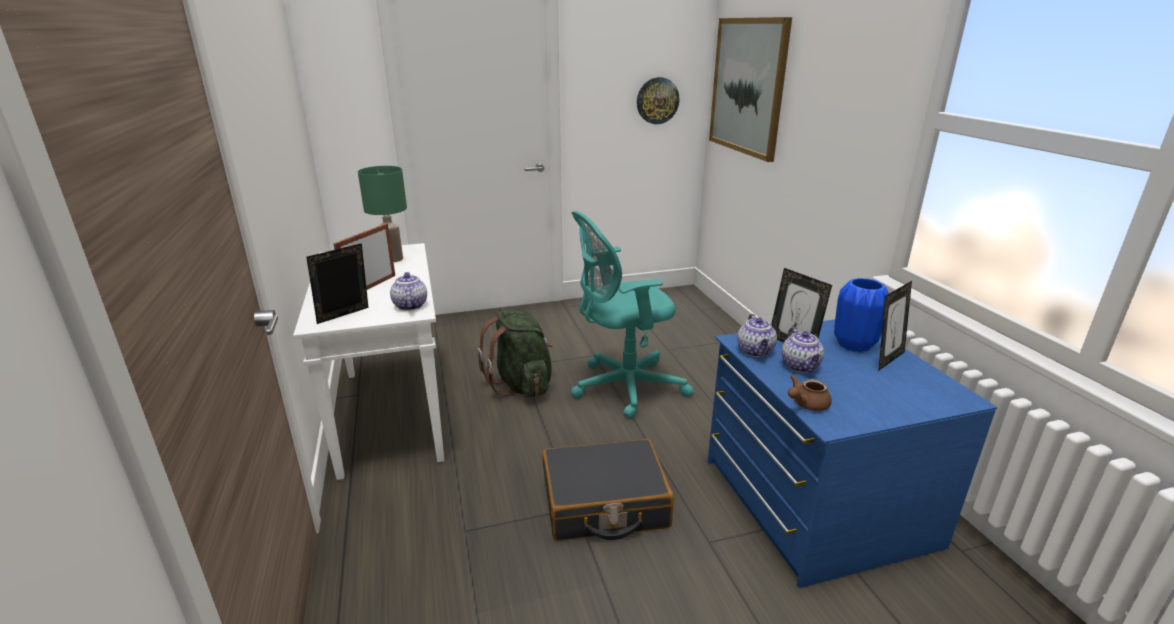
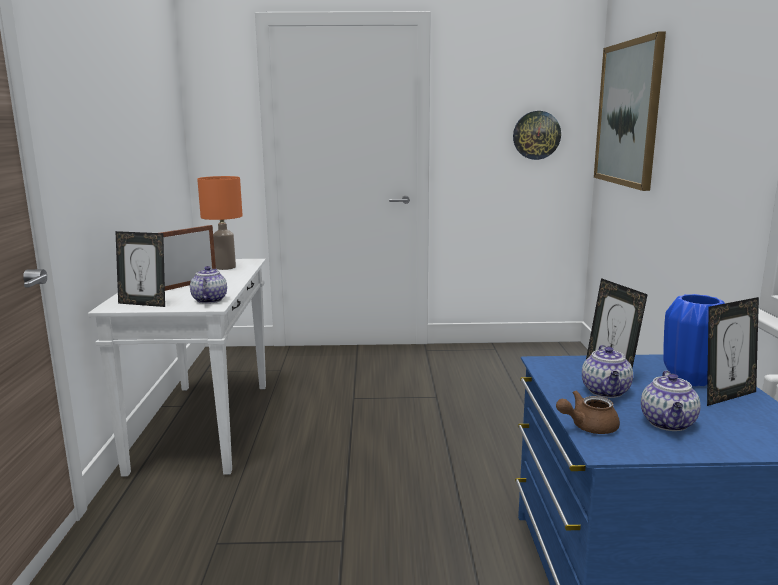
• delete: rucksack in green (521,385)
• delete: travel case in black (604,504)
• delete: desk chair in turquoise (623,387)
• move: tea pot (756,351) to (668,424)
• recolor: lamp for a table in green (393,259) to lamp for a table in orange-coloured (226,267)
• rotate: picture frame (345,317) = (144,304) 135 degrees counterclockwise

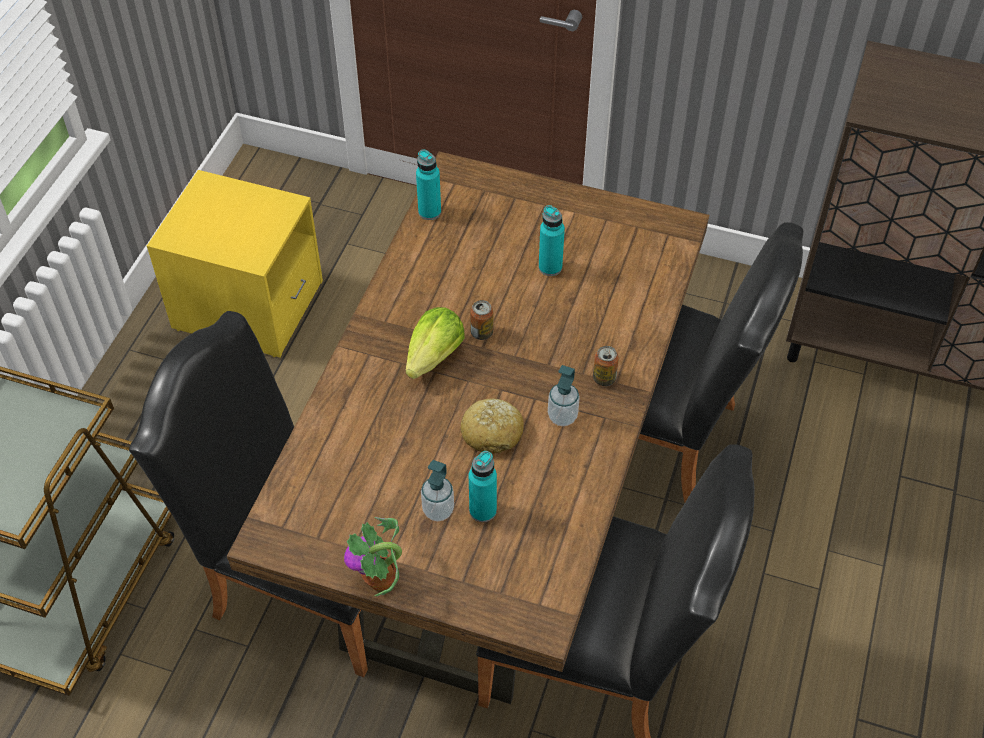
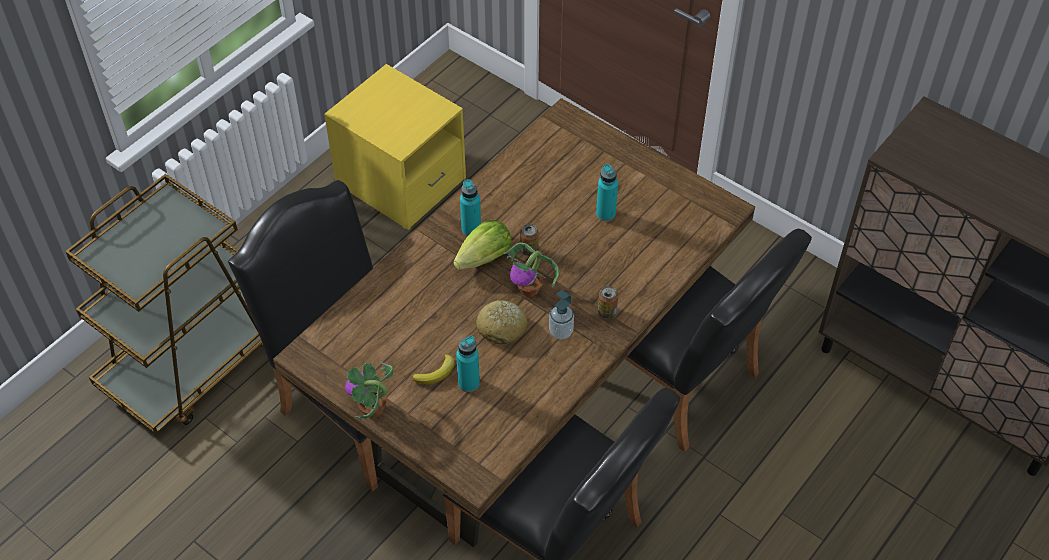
• insert: houseplant (530,289)
• move: bottle in turquoise (429,212) to (471,229)
• replace: soap bottle (438,510) to banana fruit (436,373)

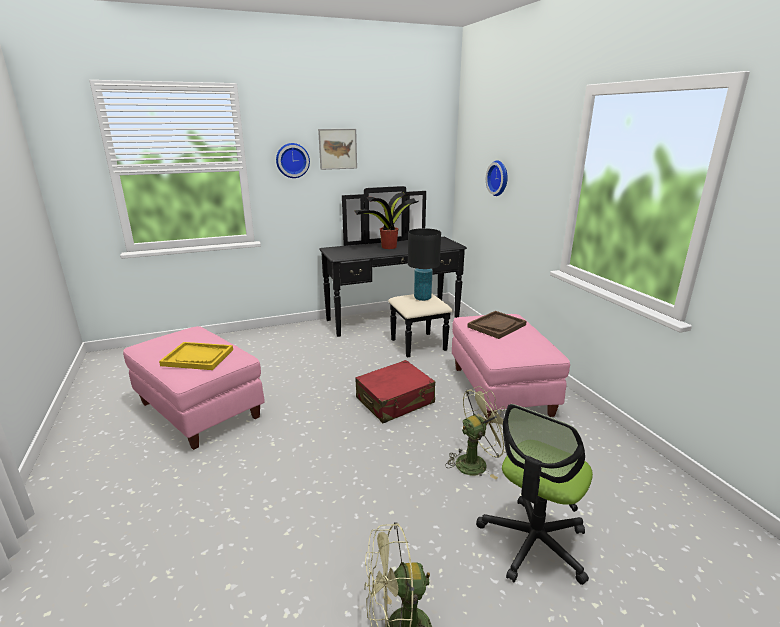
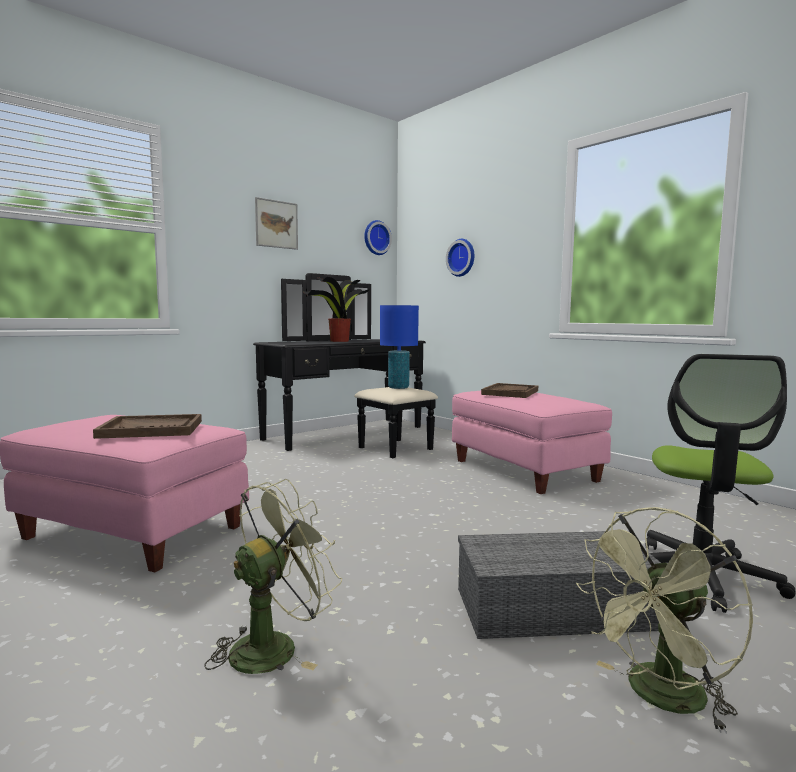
• delete: travel case in red-coloured (395,401)
• insert: storage bin in gray (552,609)
• move: clock on the wall (292,160) to (376,238)
• move: cooling fan in green (476,462) to (274,645)
• recolor: carrying tray in yellowish (198,357) to carrying tray in brown-coloured (152,429)
• recolor: lamp for a table in black (422,298) to lamp for a table in blue-coloured (398,387)

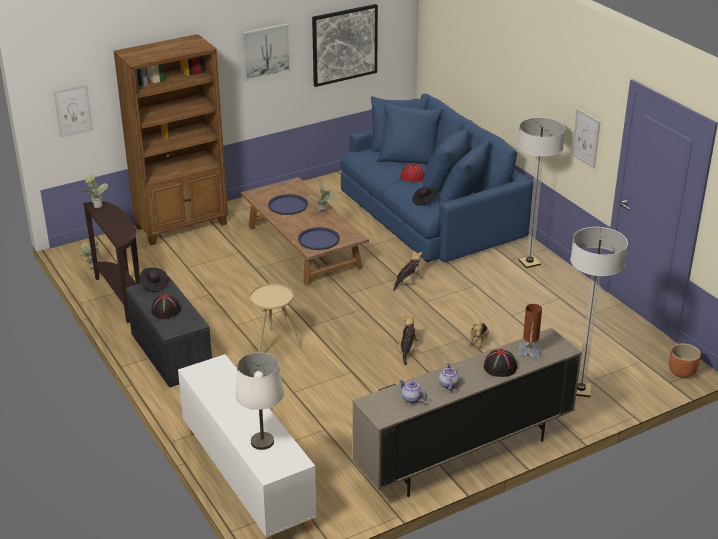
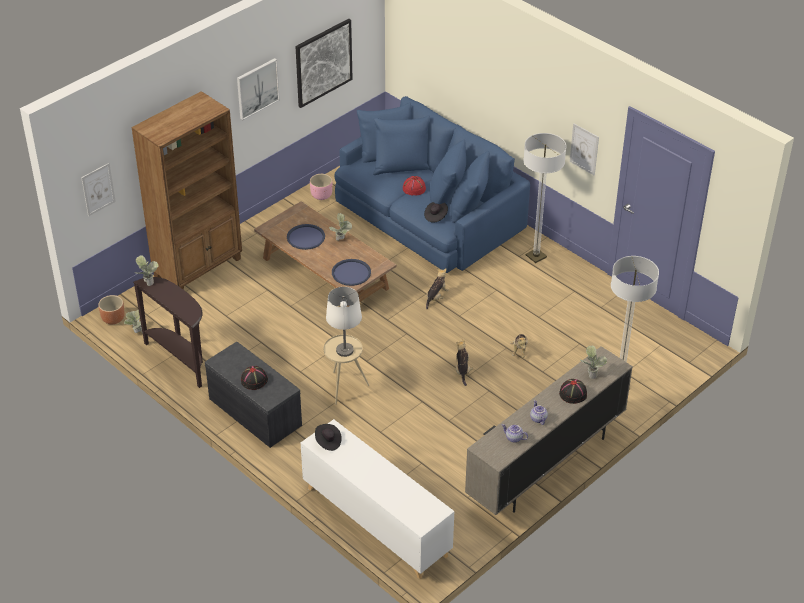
• insert: plant pot in pinkish (321,196)
• move: hat in black (154,285) to (328,442)
• move: lamp for a table in white-coloured (262,442) to (344,350)
• move: plant pot in brown-coloured (681,372) to (113,319)
• replace: lamp for a table in brown-coloured (529,351) to houseplant (591,373)

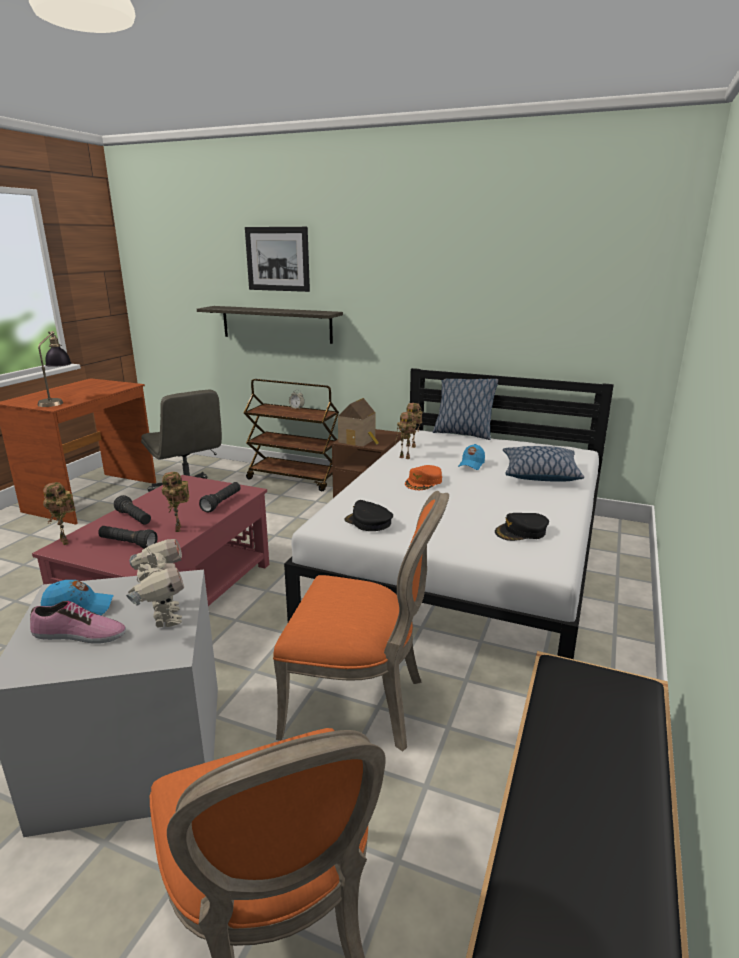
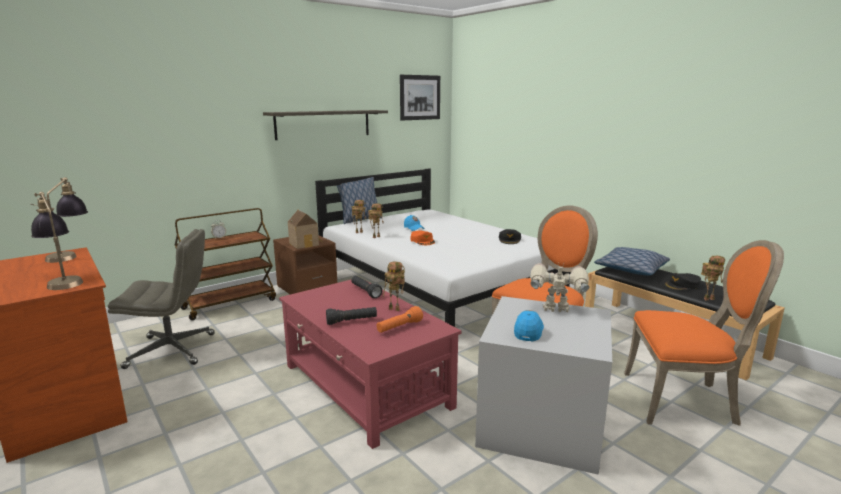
• delete: shoe (79,635)
• insert: lamp for a table (71,255)
• move: robot figure (66,542) to (708,298)
• move: bracket shelf (276,324) to (323,124)
• move: wall art (277,259) to (420,97)
• move: baseball cap in black (368,522) to (682,285)
• move: cushion (539,474) to (631,269)
• recolor: torch in black (128,544) to torch in orange-coloured (399,327)

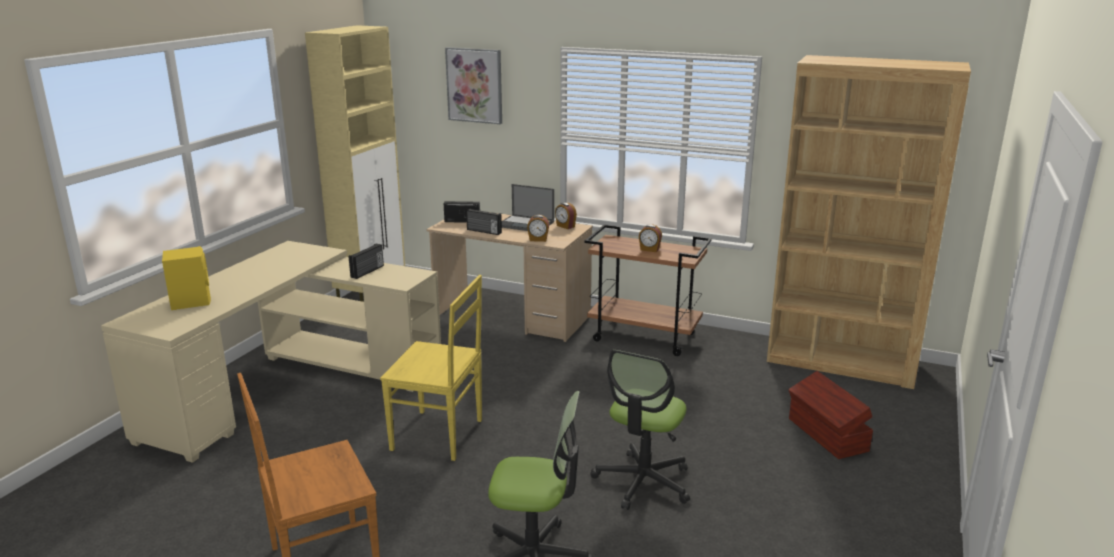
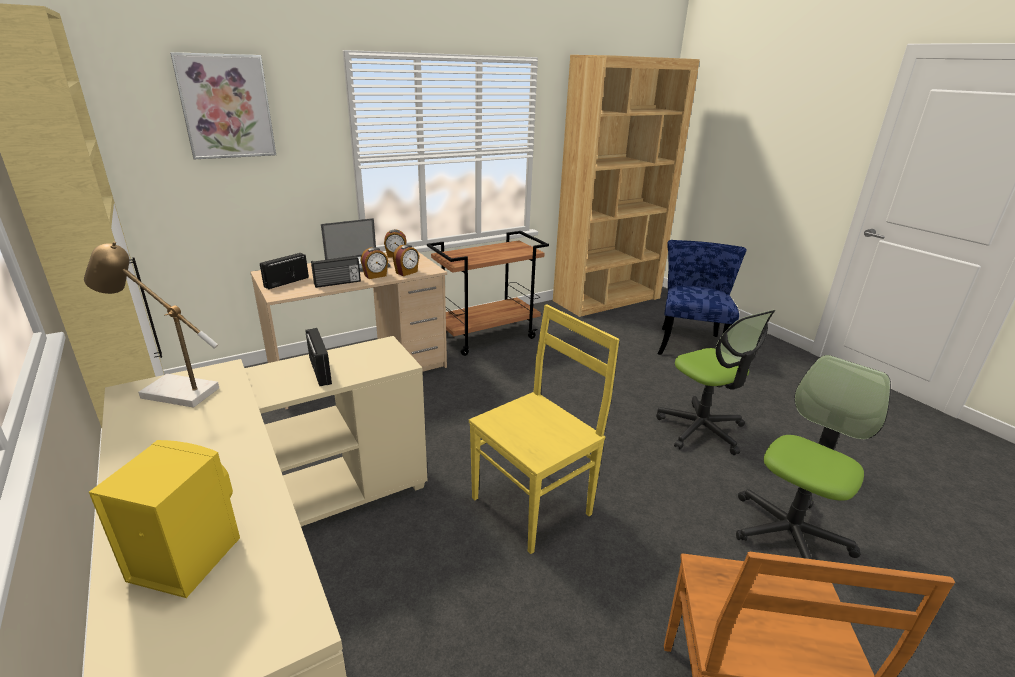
• insert: lamp for a table (171,392)
• move: table clock (649,249) to (375,276)
• replace: storage bin in brown-coloured (827,435) to chair in blue-coloured (690,342)

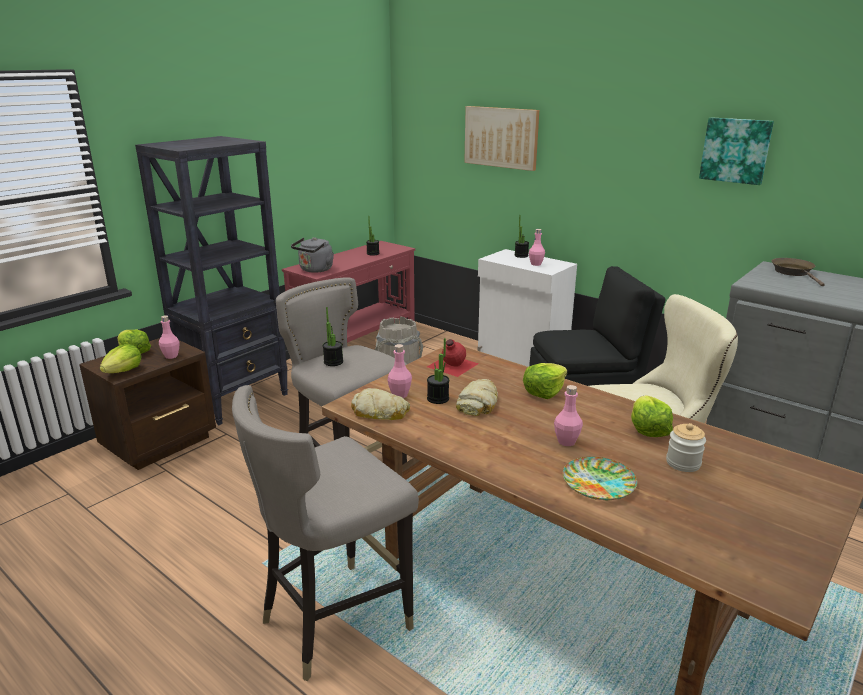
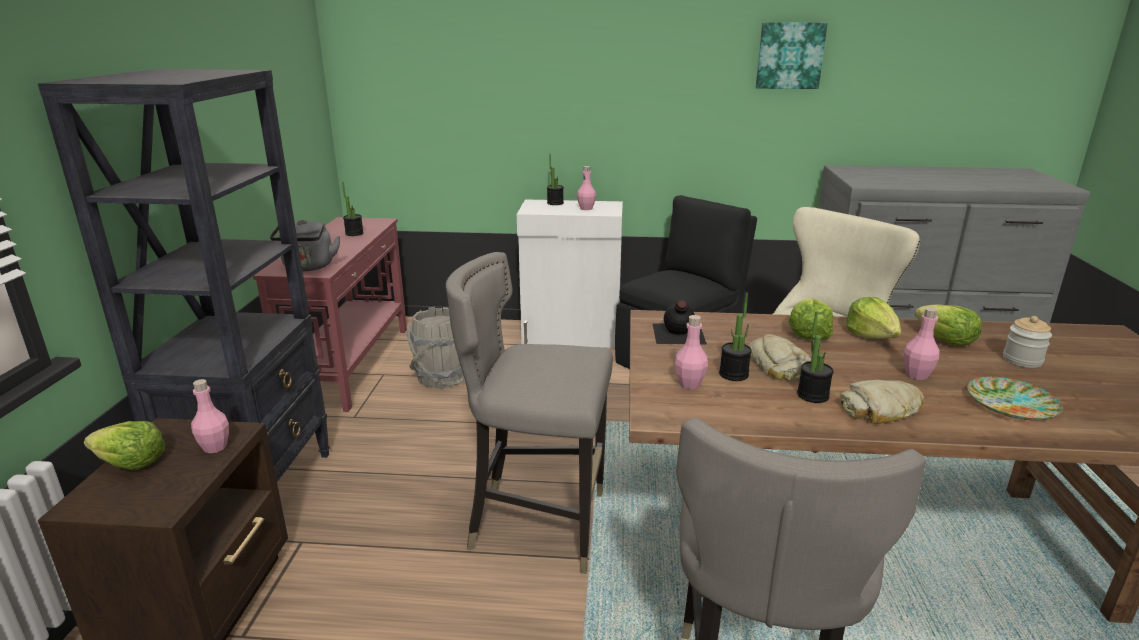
• delete: wall art (501,137)
• delete: frying pan in brown-coloured (794,272)
• move: lettuce (123,371) to (871,335)
• move: houseplant (333,362) to (812,395)
• move: bakery bread (380,412) to (881,410)
• recolor: bottle in red-coloured (451,365) to bottle in black (677,333)

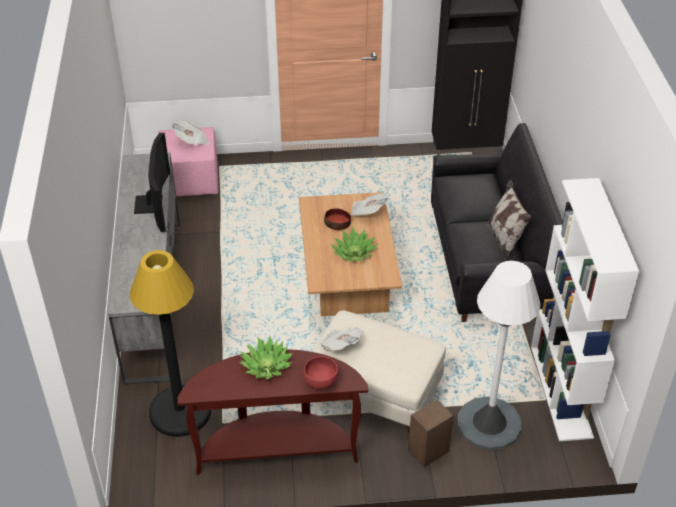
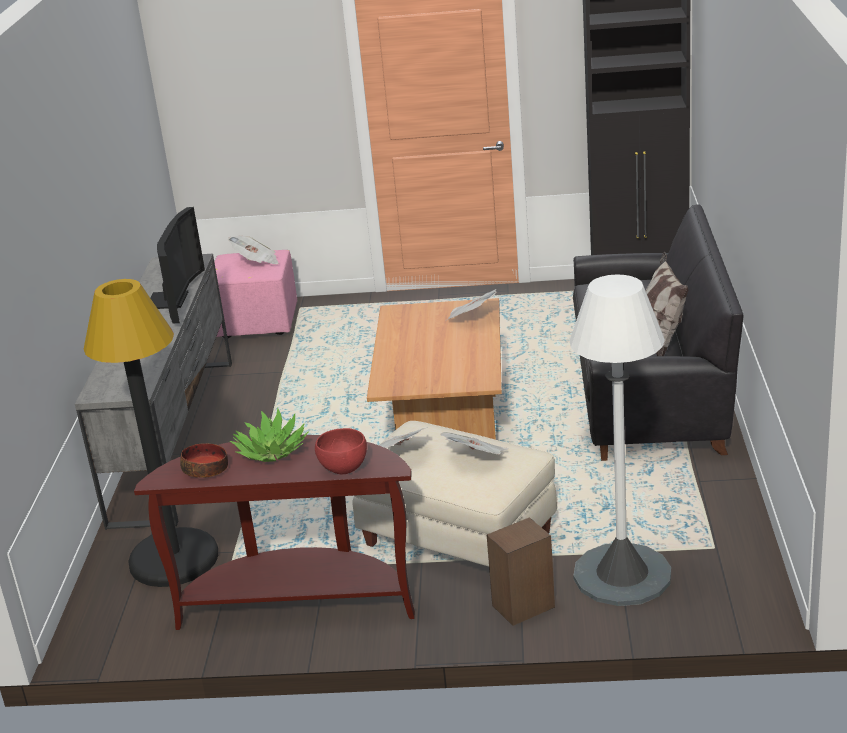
• delete: houseplant (354,252)
• delete: bookcase in white-coloured (561,391)
• insert: daily paper (477,458)
• move: bowl (337,224) to (206,470)

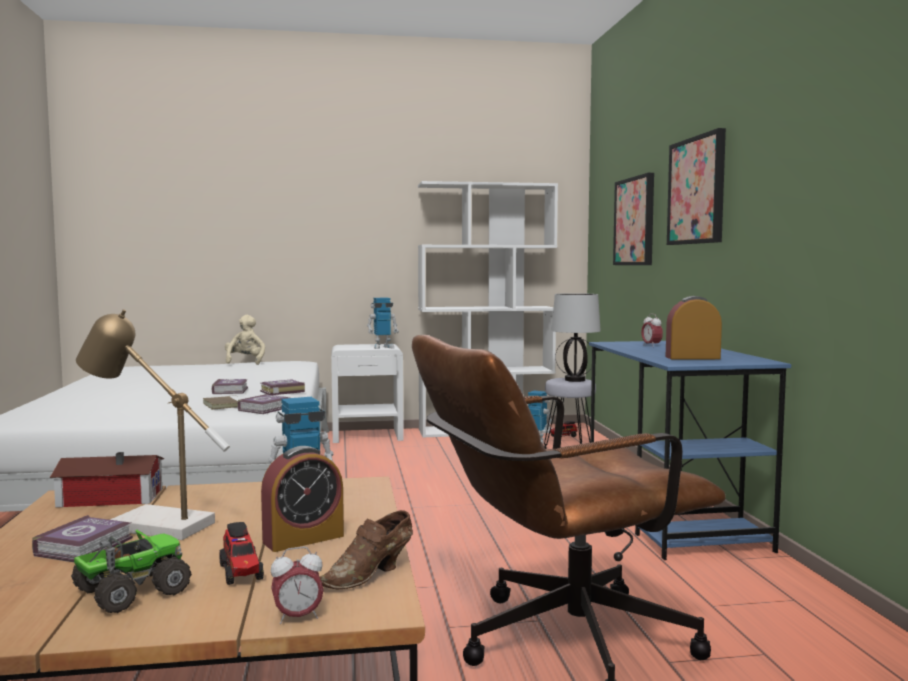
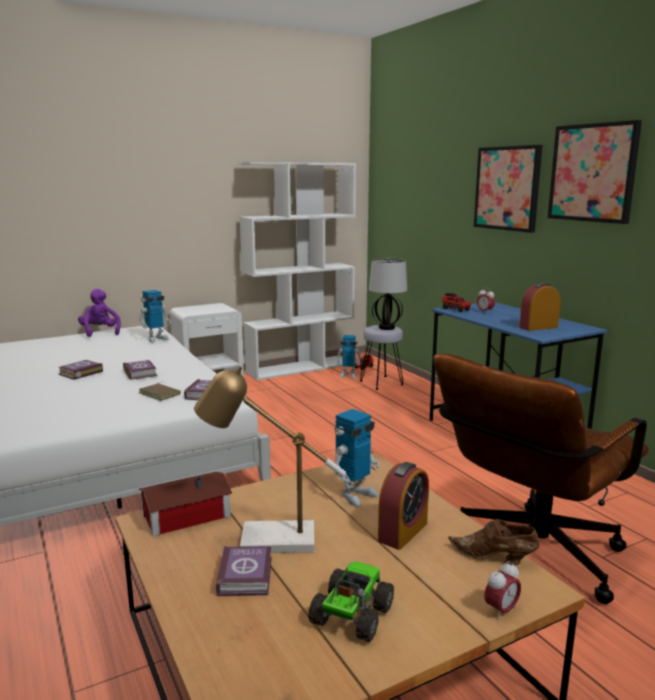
• move: toy truck (241,573) to (456,310)
• move: volume (281,391) to (79,373)
• move: robot figure (383,347) to (156,339)
• move: wall art (635,221) to (593,173)
• recolor: plush toy in sand-coloured (245,362) to plush toy in purple (100,332)
• rotate: shoe in brown-coloured (371,575) = (494,558) 90 degrees clockwise

